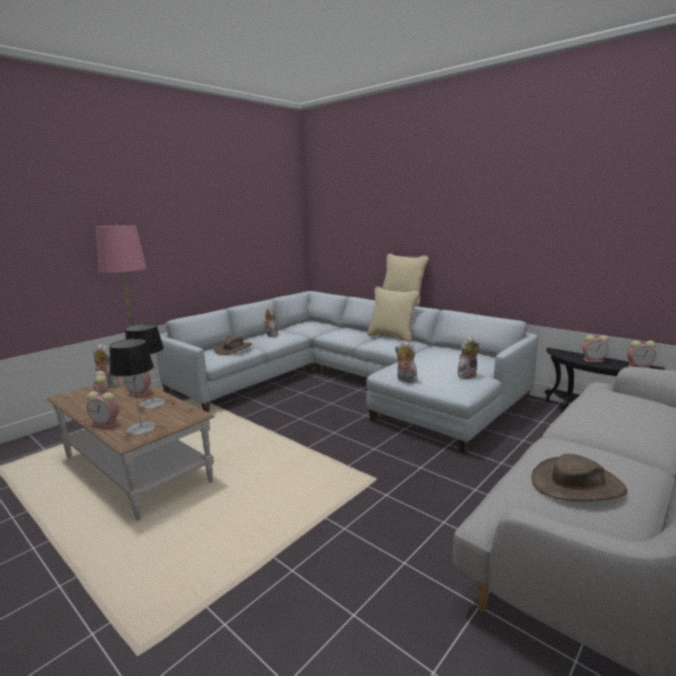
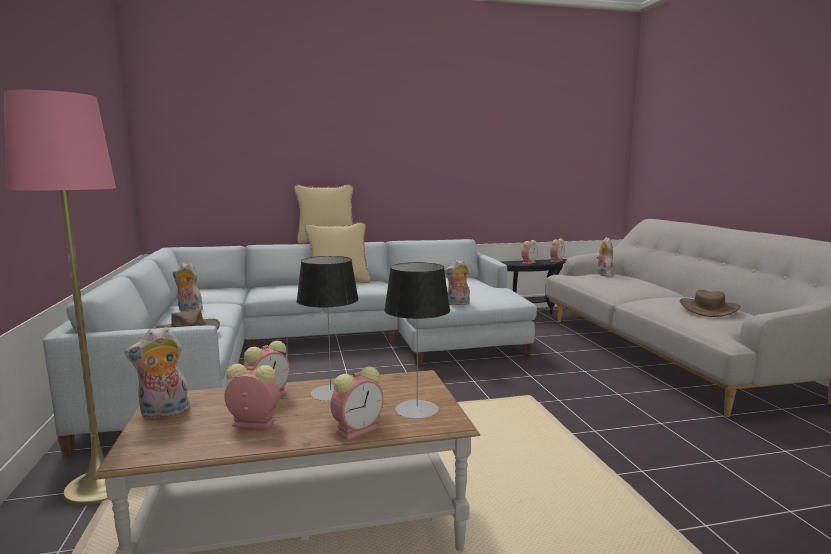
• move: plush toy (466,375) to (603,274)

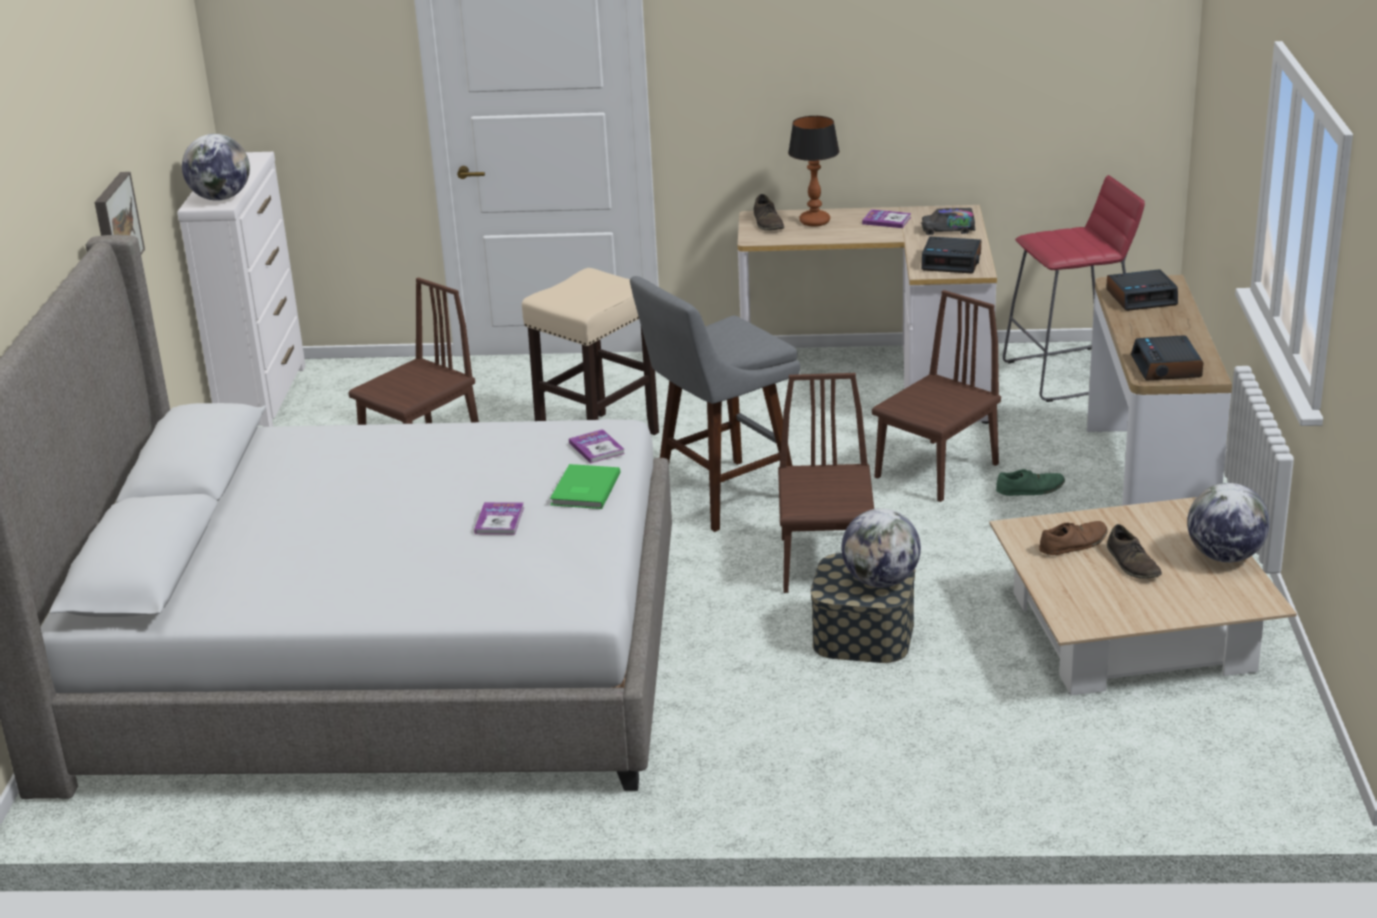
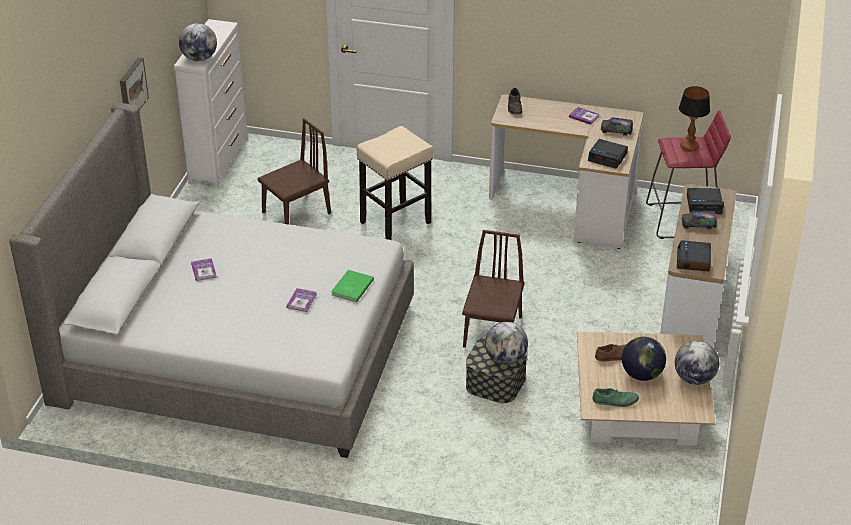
• delete: stool seat in gray (720,497)
• delete: chair in brown-coloured (936,471)
• insert: toy truck (698,224)
• move: volume (596,448) to (204,270)
• move: lamp for a table (814,222) to (689,147)
• move: shoe in green (1030,489) to (615,401)
• replace: shoe in brown-coloured (1132,564) to globe (642,374)

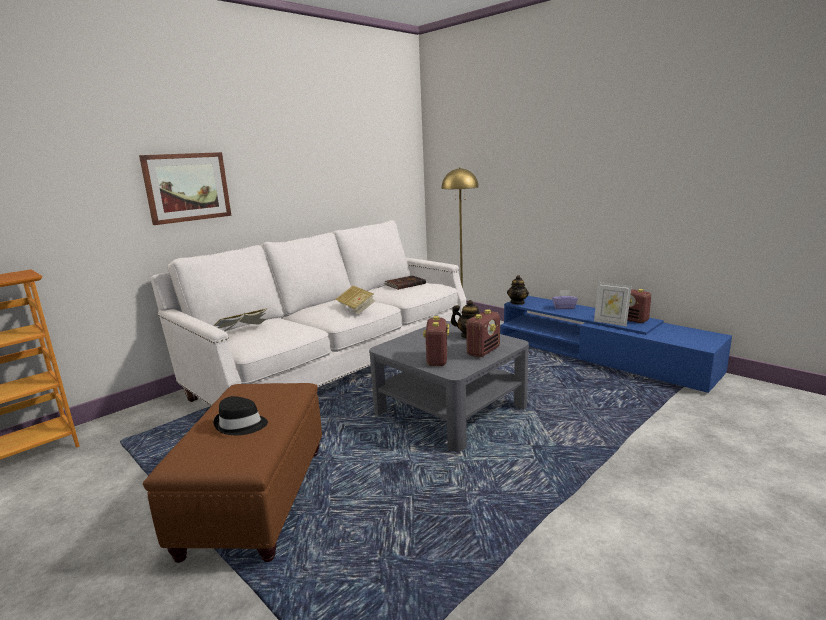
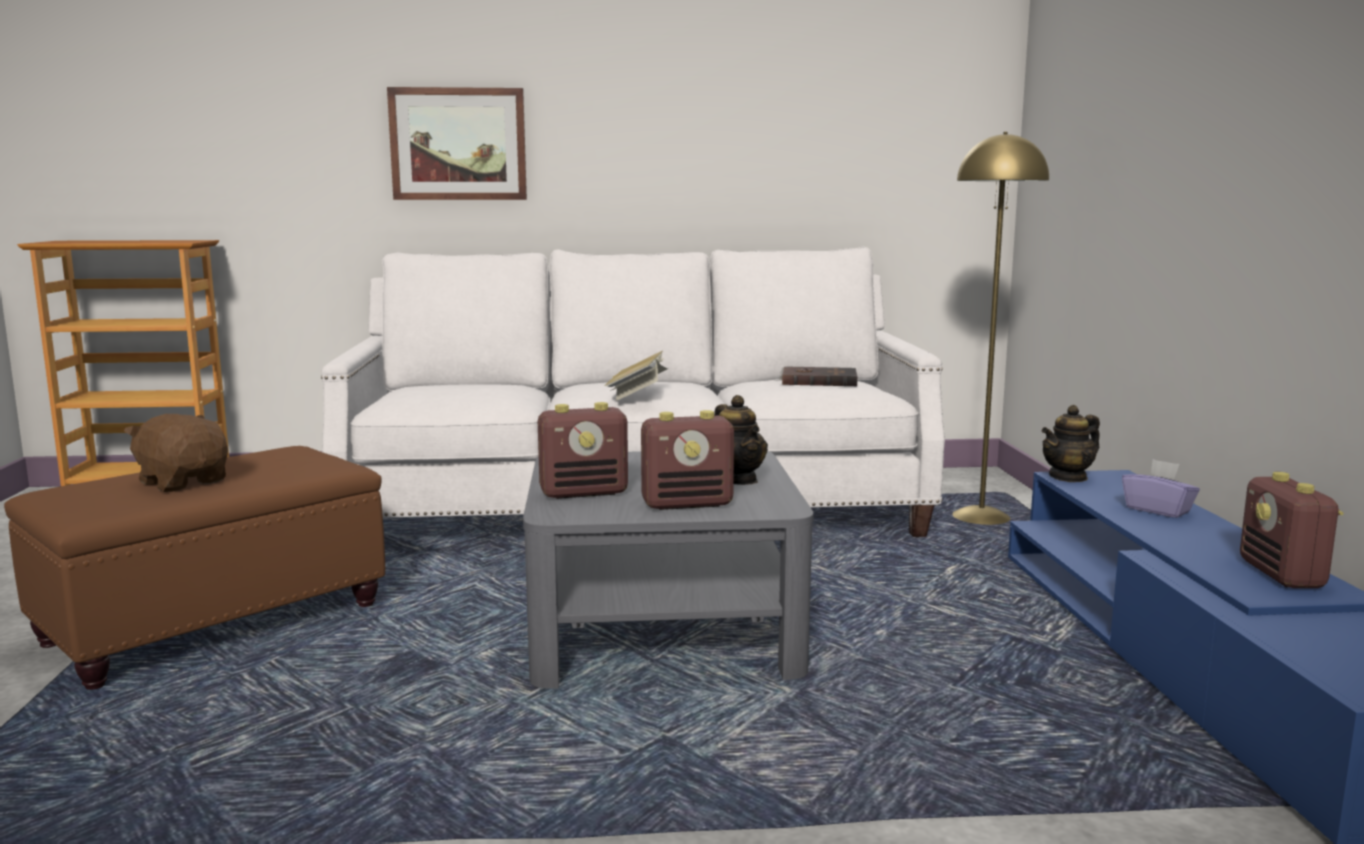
• delete: volume (243,331)
• delete: picture frame (610,322)
• replace: hat in black (241,425) to plush toy in brown-coloured (184,482)
• rotate: radio (437,360) = (584,493) 150 degrees counterclockwise

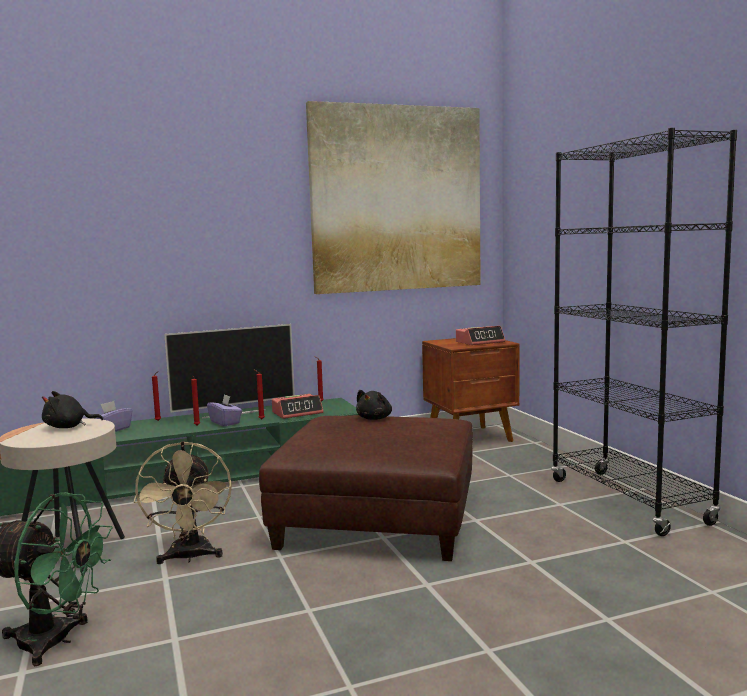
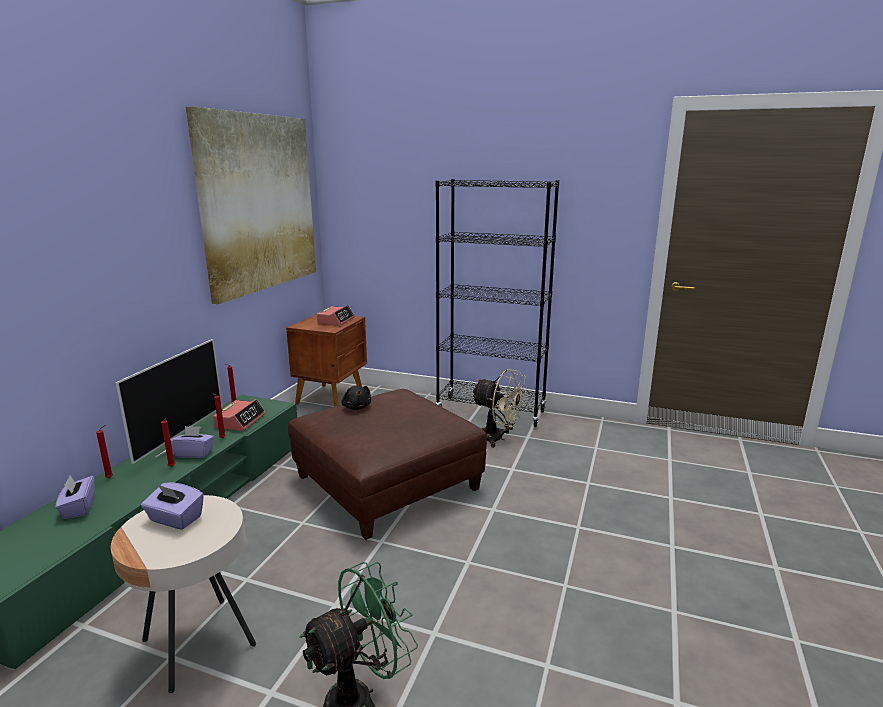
• move: cooling fan in sand-coloured (190,557) to (497,438)
• replace: plush toy in black (68,427) to tissue holder in purple (175,519)

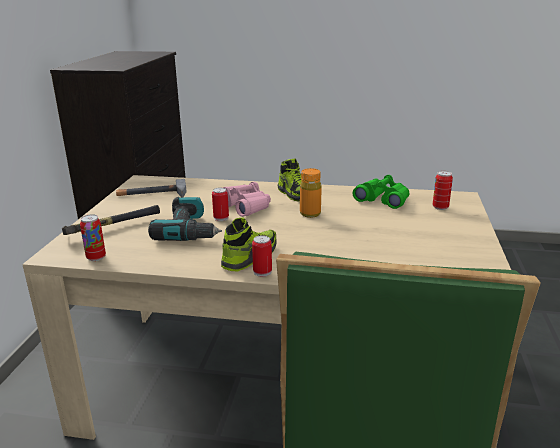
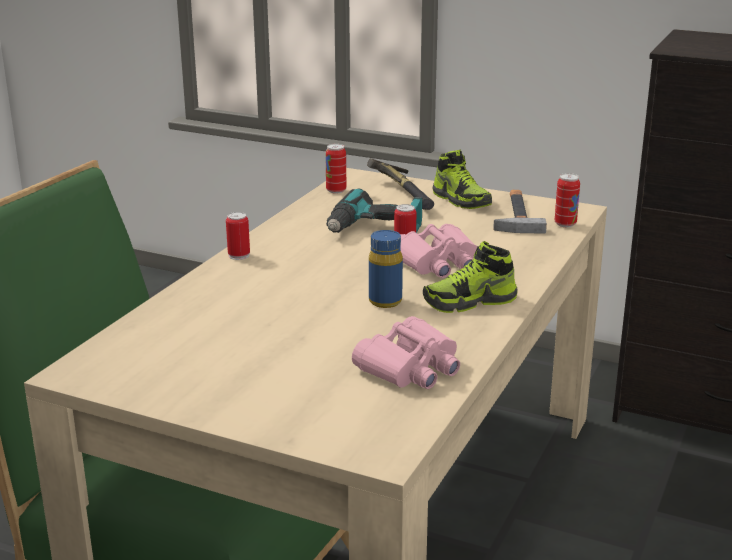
• move: shoe (250,257) to (461,200)
• move: sealed can (440,207) to (565,224)
• recolor: bottle in orange-coloured (310,214) to bottle in blue-coloured (385,301)
• recolor: field glasses in green (382,200) to field glasses in pinkish (410,368)

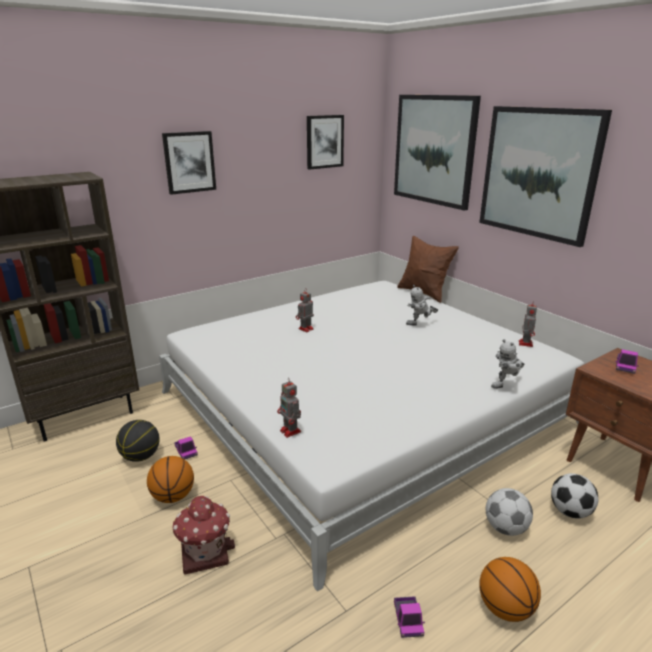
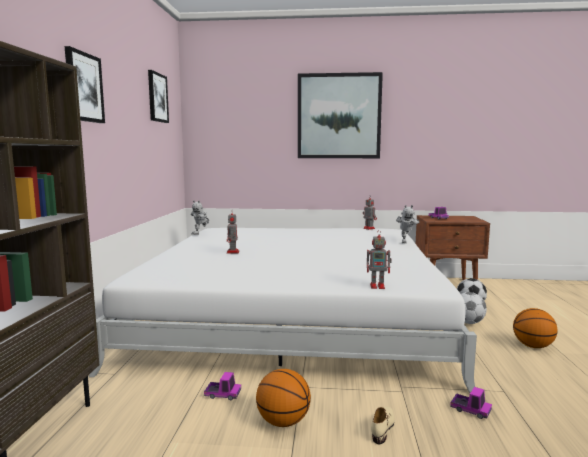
• delete: basketball (140,456)
• delete: wall art (434,150)
• delete: cushion in brown-coloured (424,293)
• move: toy truck (408,620) to (470,410)
• move: robot figure (420,325) to (201,234)
• replace: toy house (205,550) to shoe in sand-coloured (383,428)

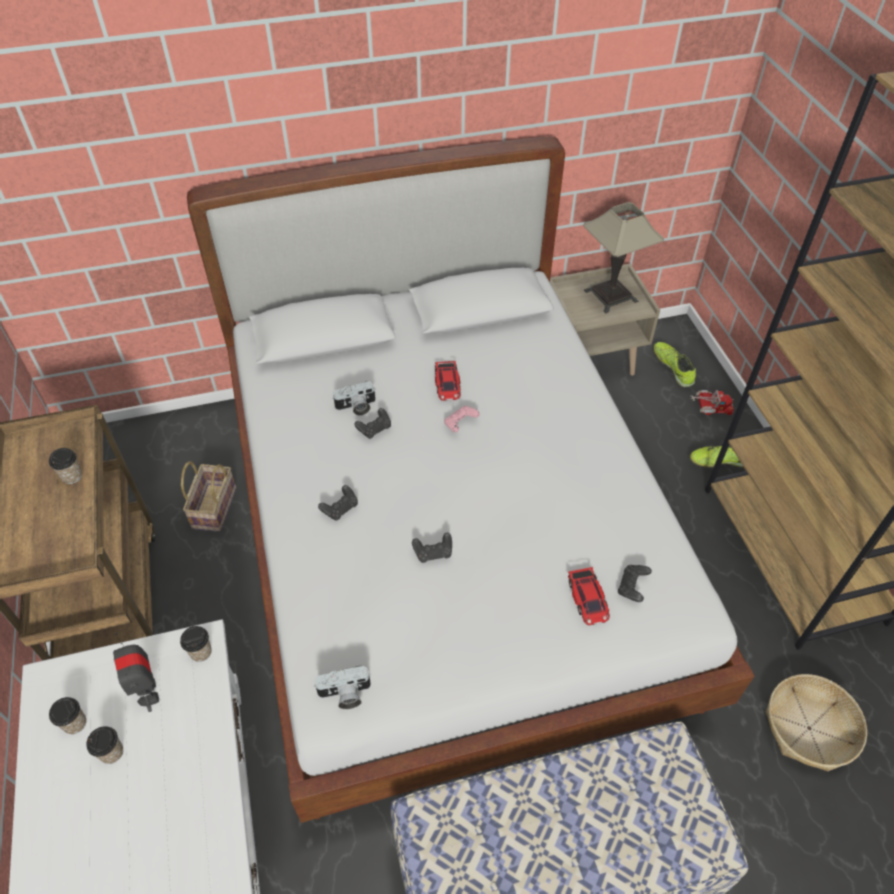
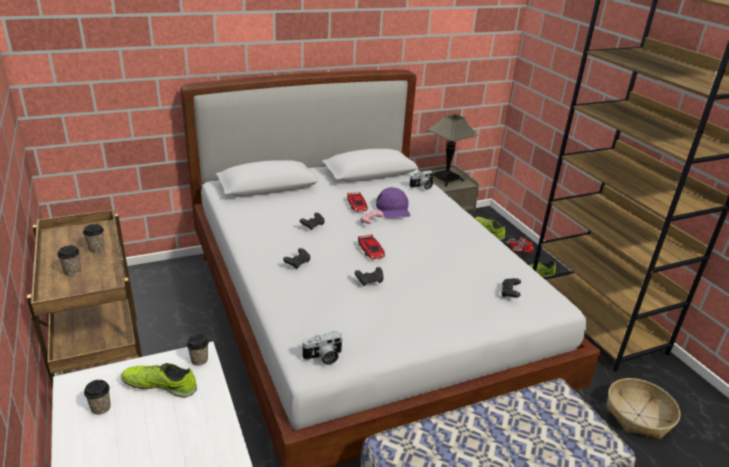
• delete: storage basket (213,506)
• insert: baseball cap in purple (393,209)
• move: drinking cup (112,752) to (72,271)
• move: still camera (356,407) to (422,186)
• move: model car (588,599) to (371,250)
• replace: robot figure (148,692) to shoe (160,385)

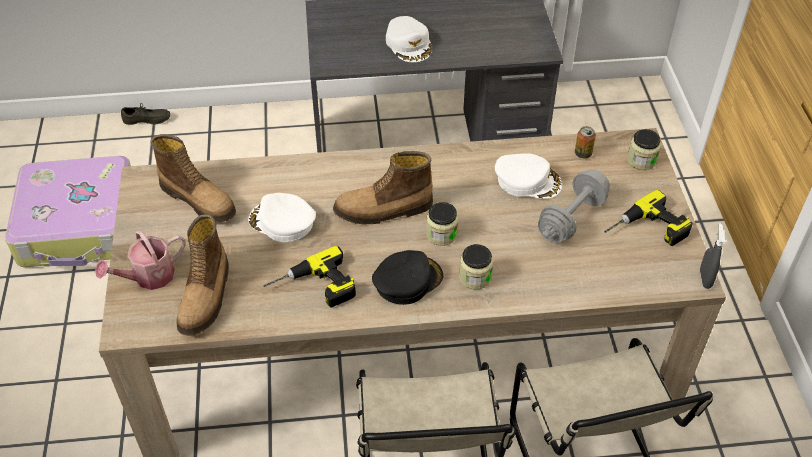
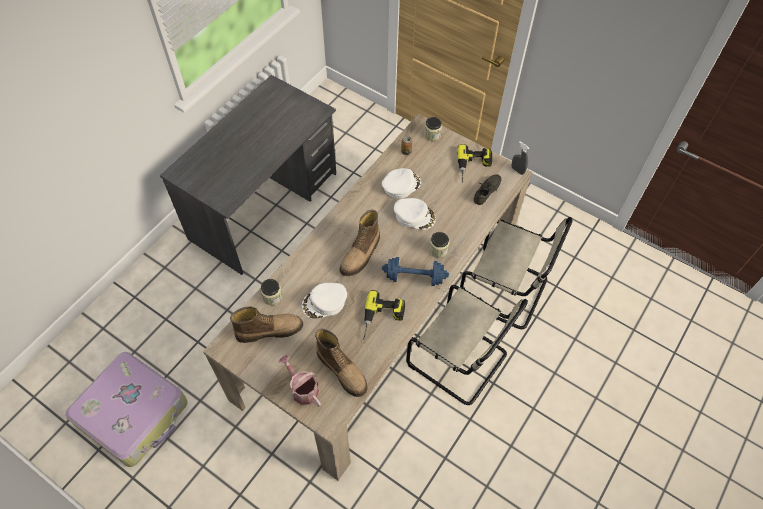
• delete: free weight in gray (571,218)
• move: shoe in gray (147,121) to (488,192)
• move: baseball cap in white-coloured (409,44) to (414,216)
• move: jar (441,234) to (272,297)
• replace: baseball cap in black (407,280) to free weight in blue-coloured (414,277)
• rotate: watering can (148,277) = (302,389) 135 degrees clockwise

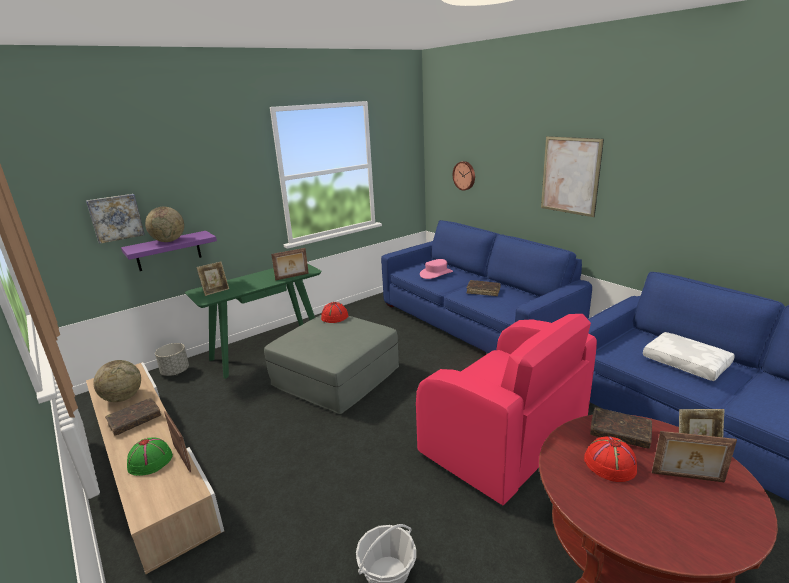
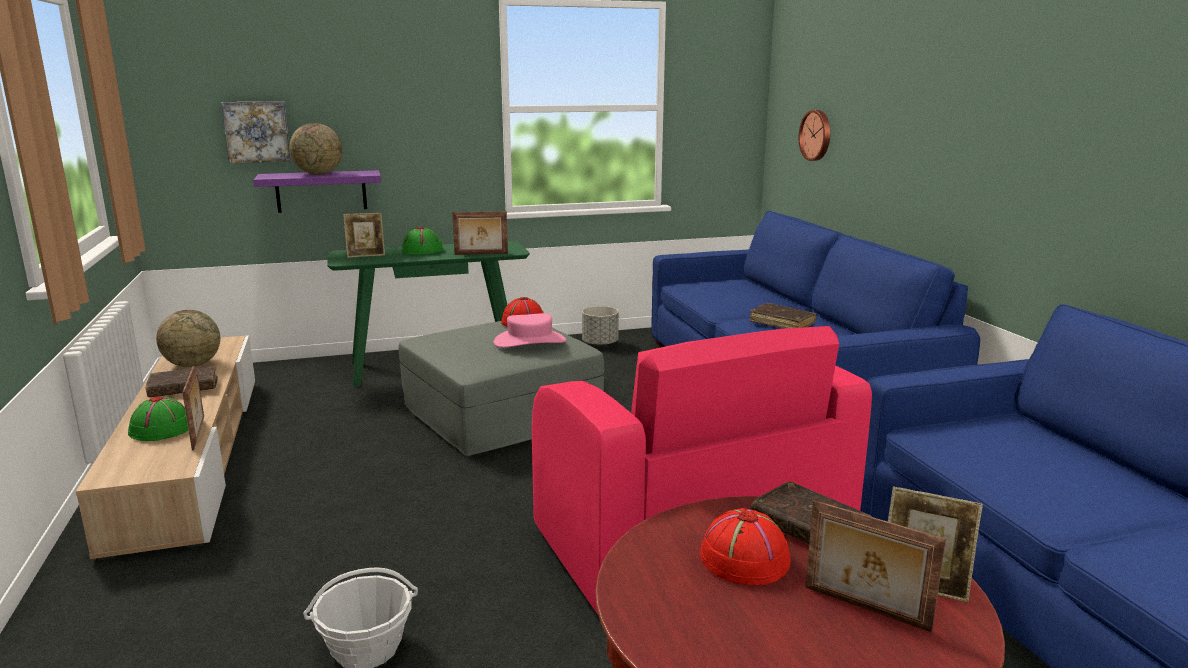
• delete: wall art (570,176)
• delete: cushion in white-coloured (686,363)
• insert: hat in green (422,251)
• move: plant pot in gray (175,372) to (600,344)
• move: hat in pinkish (436,273) to (530,341)

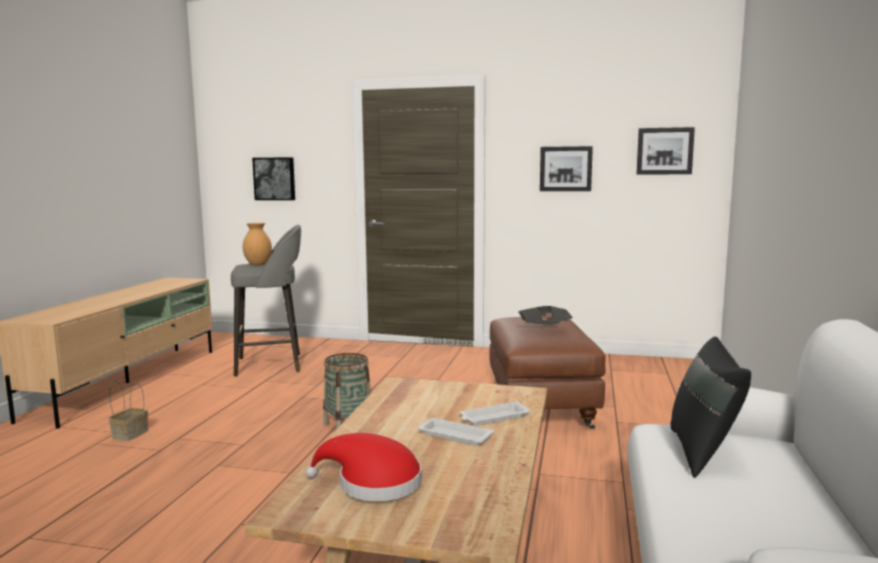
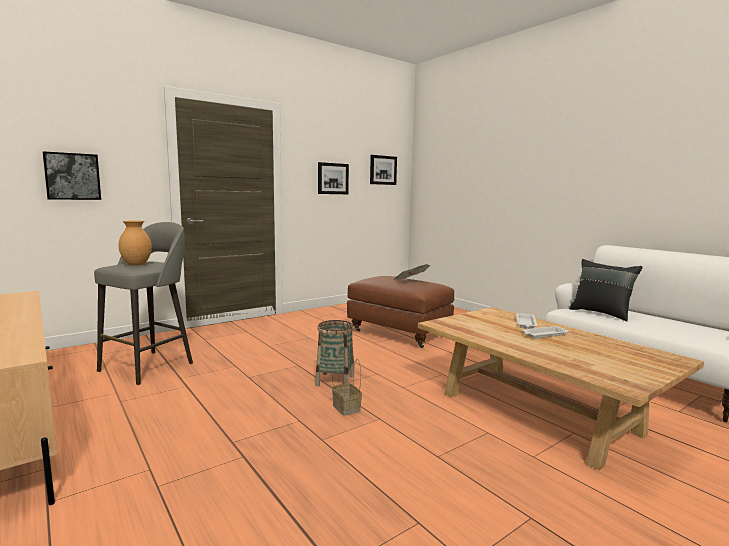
• delete: hat in red-coloured (372,483)
• move: storage basket (130,433) to (345,408)

